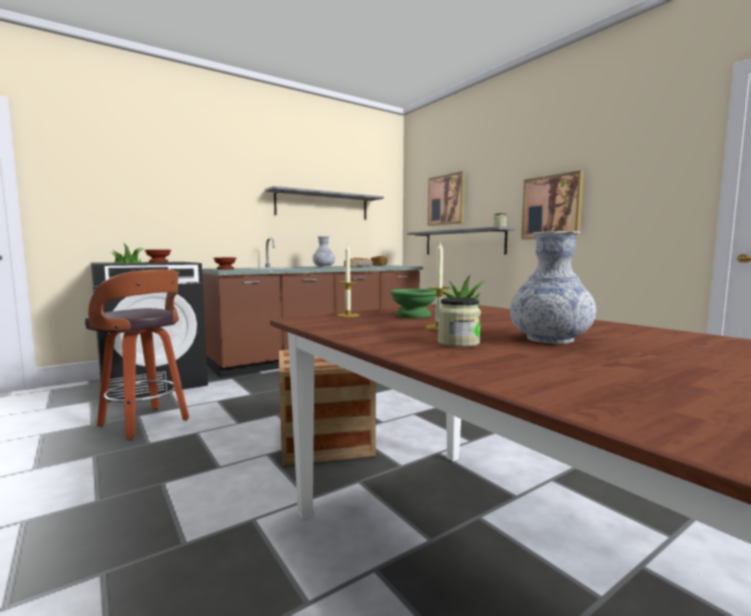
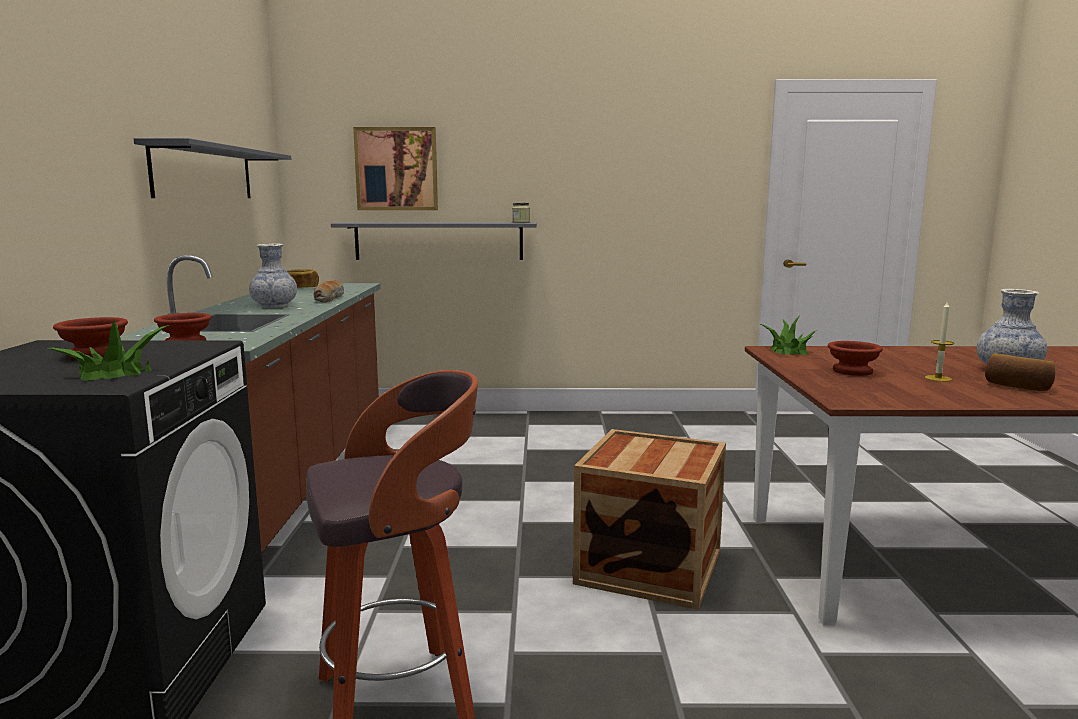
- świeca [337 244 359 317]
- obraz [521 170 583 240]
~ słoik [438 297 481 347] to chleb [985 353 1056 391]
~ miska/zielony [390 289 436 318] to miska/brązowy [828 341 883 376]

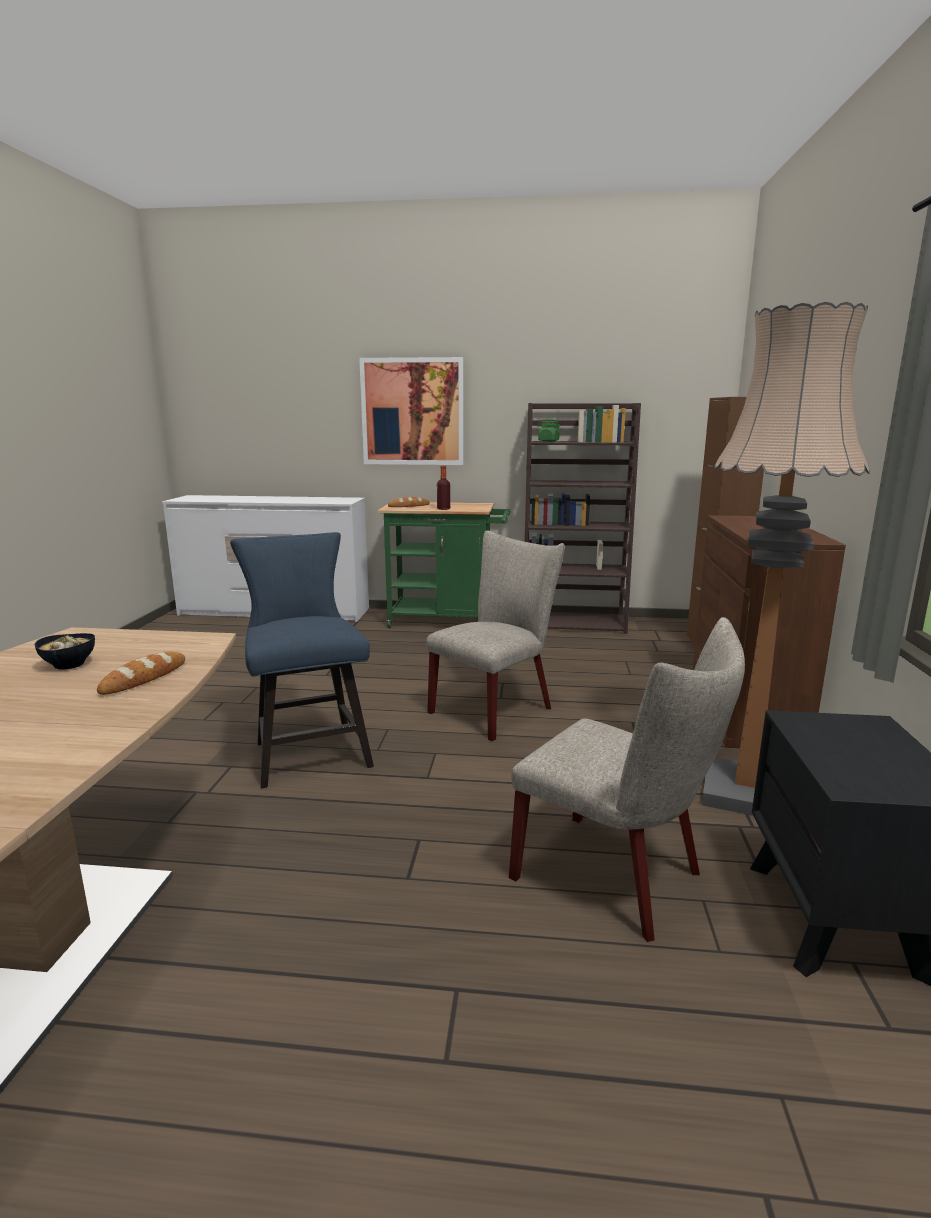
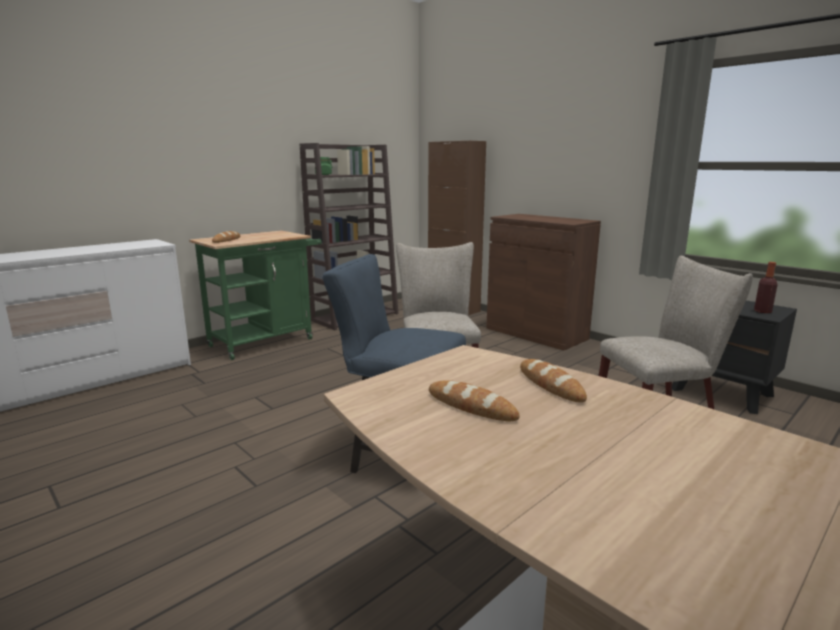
- obraz [359 357 464 465]
- lampa stojąca [702 302 870 816]
~ butelka [437 466 450 510] to [754 262 778 313]
~ miska [35 633 95 669] to chleb [429 380 520 421]

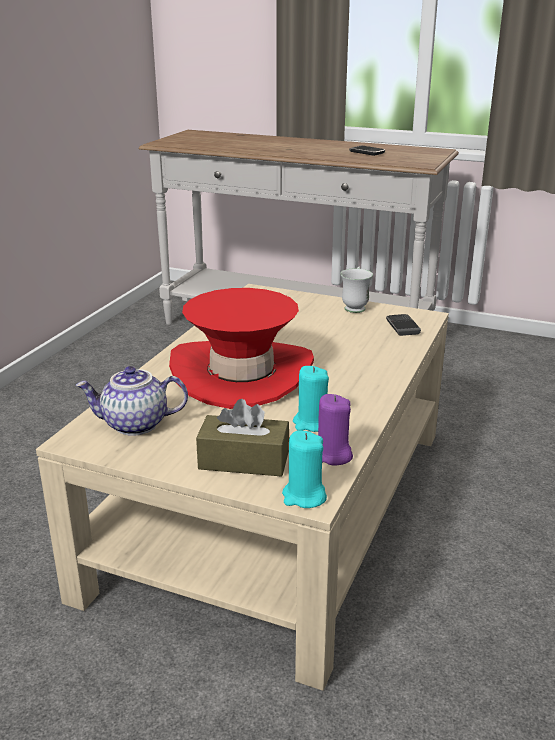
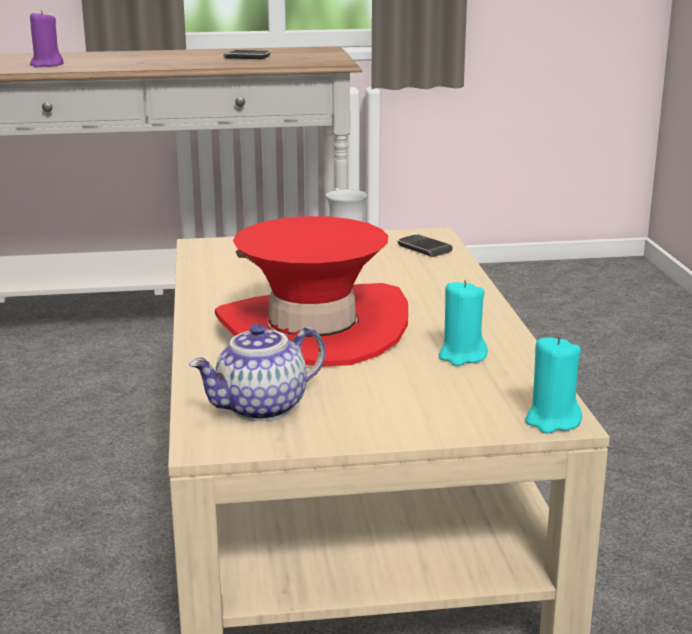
- pudełko chusteczek/brązowy [196 399 289 477]
~ świeca/fioletowy [318 394 353 465] to [30 10 64 67]

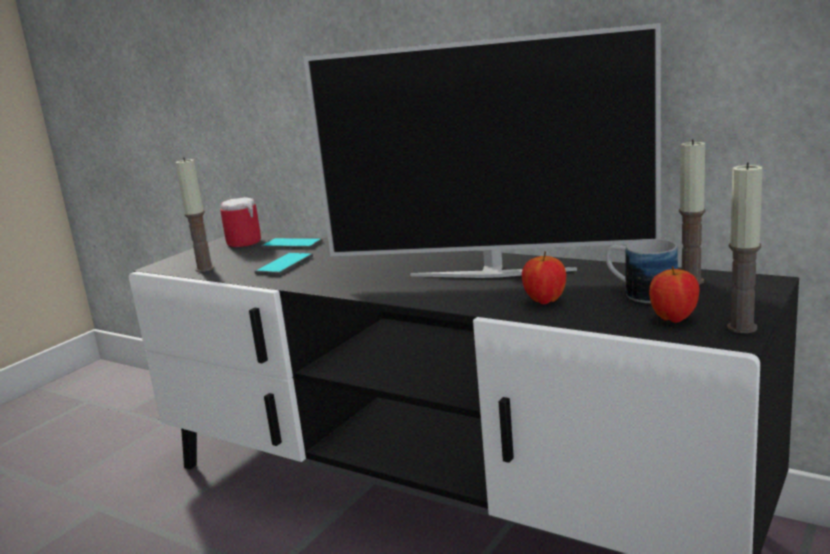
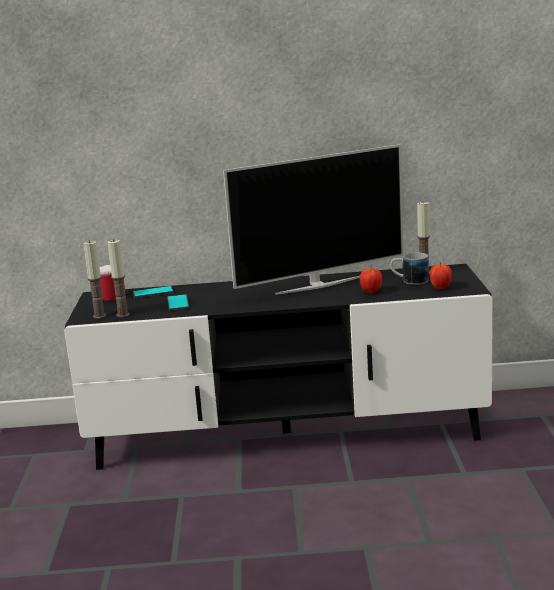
~ świeca [727 162 763 333] to [83 240 106 319]

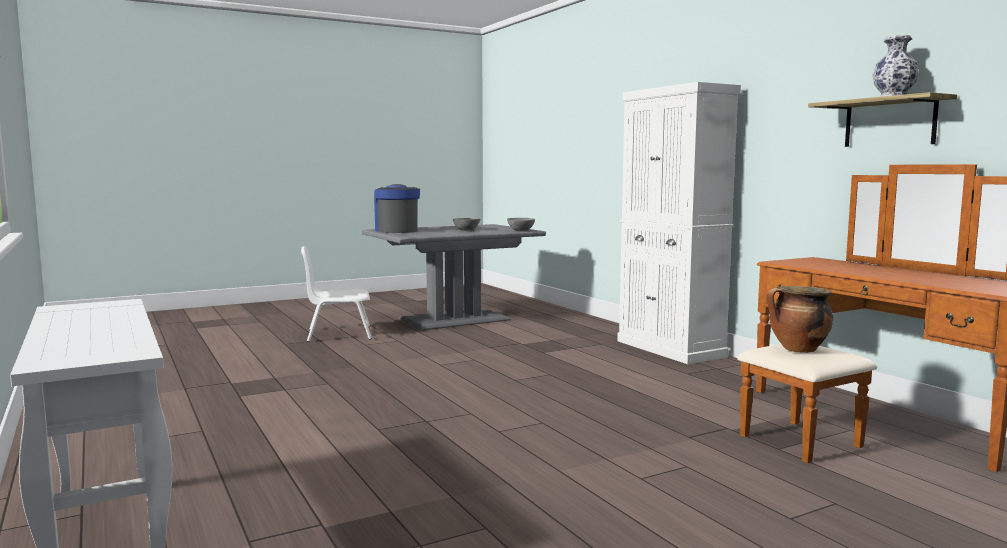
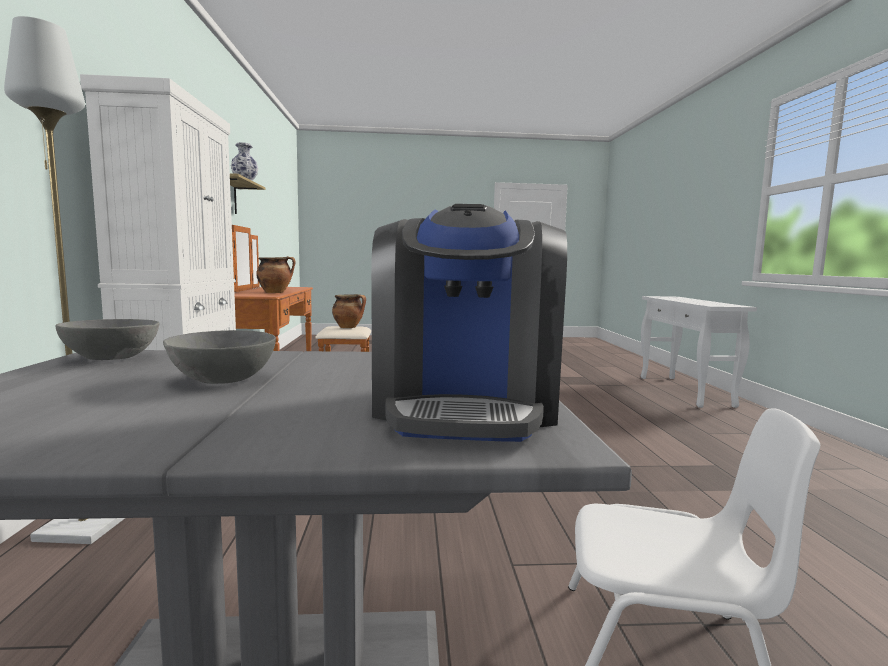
+ lampa stojąca/szary [4 16 125 544]
+ garnek [256 256 296 293]

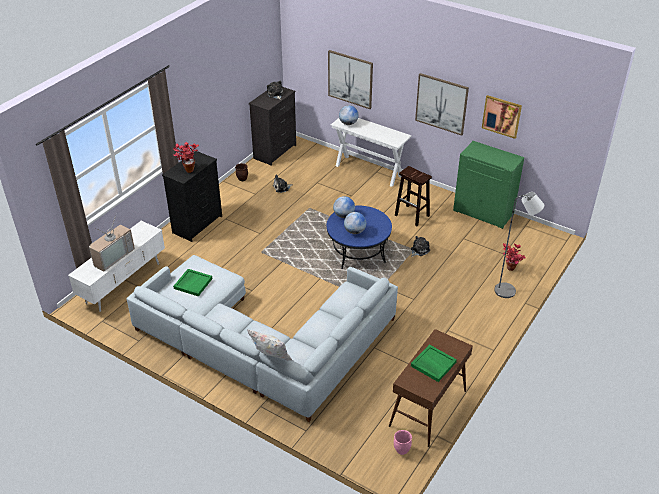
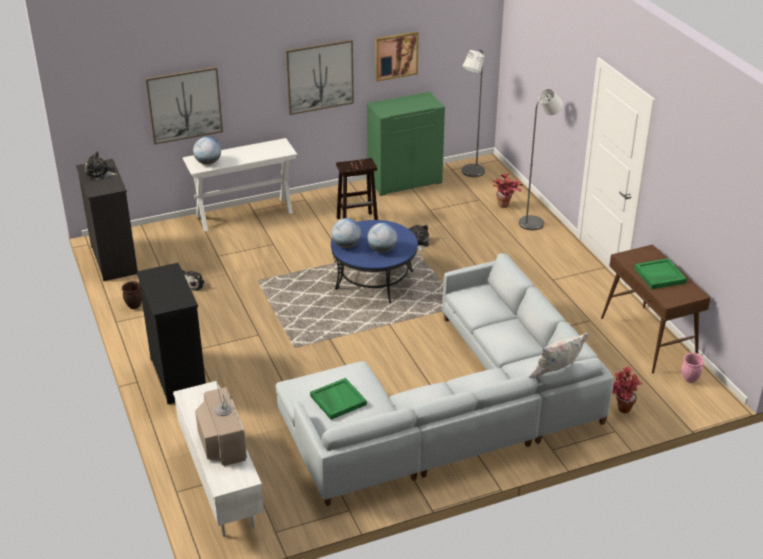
+ lampa stojąca/szary [462 50 485 177]
~ roślina doniczkowa [173 142 199 173] to [612 366 643 413]

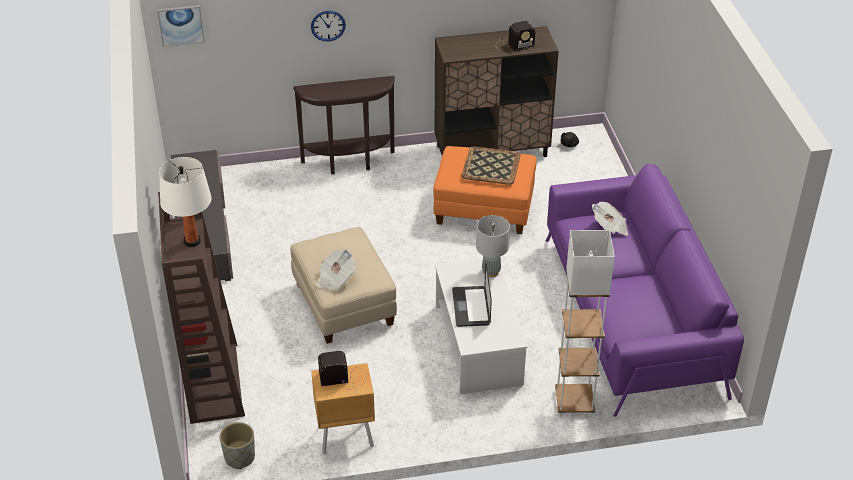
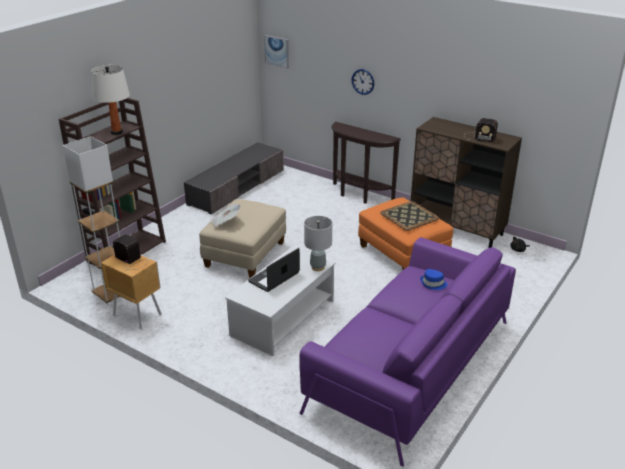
- donica/szary [220 422 255 469]
~ lampa stojąca/biały [555 230 615 415] to [63 136 120 306]
~ gazeta [592 202 628 236] to kapelusz/niebieski [420 269 448 290]

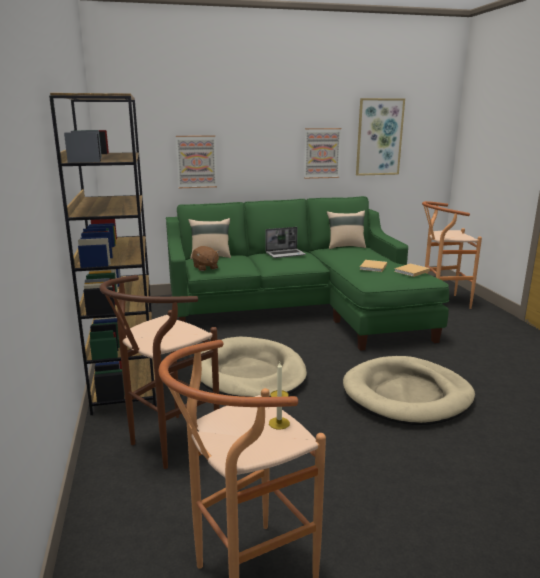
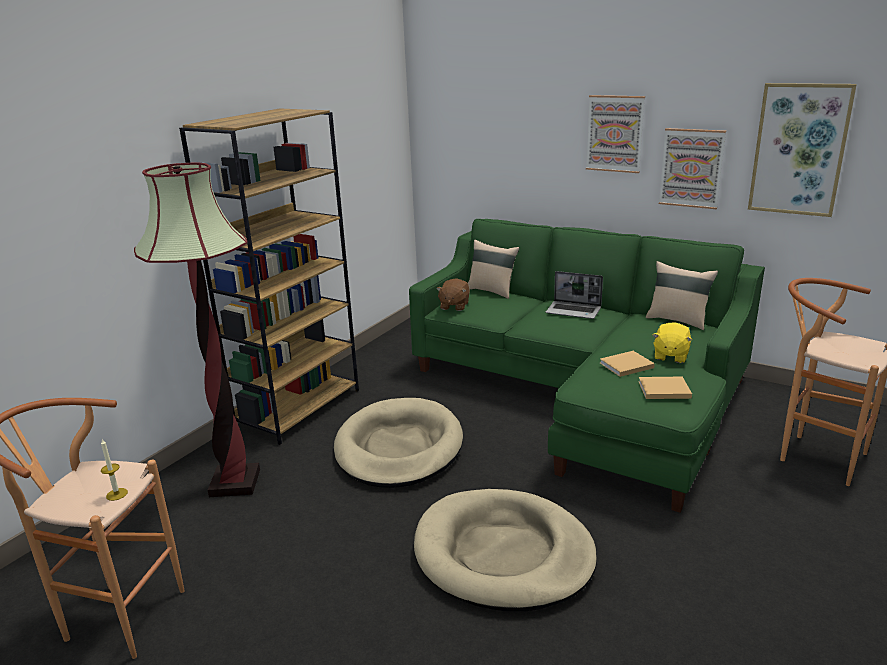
+ pluszak/żółty [653 322 693 363]
~ obraz [176 135 217 188] to [586 95 645 173]
~ stołek/brązowy [100 275 220 469] to lampa stojąca [134 163 260 497]

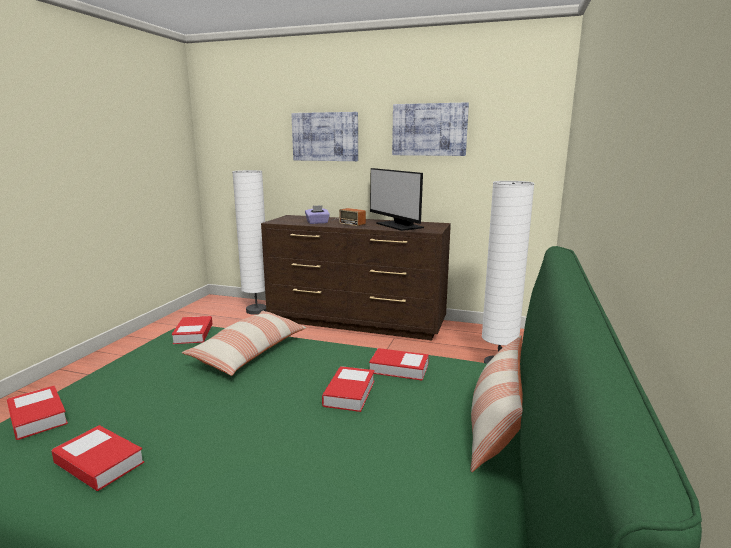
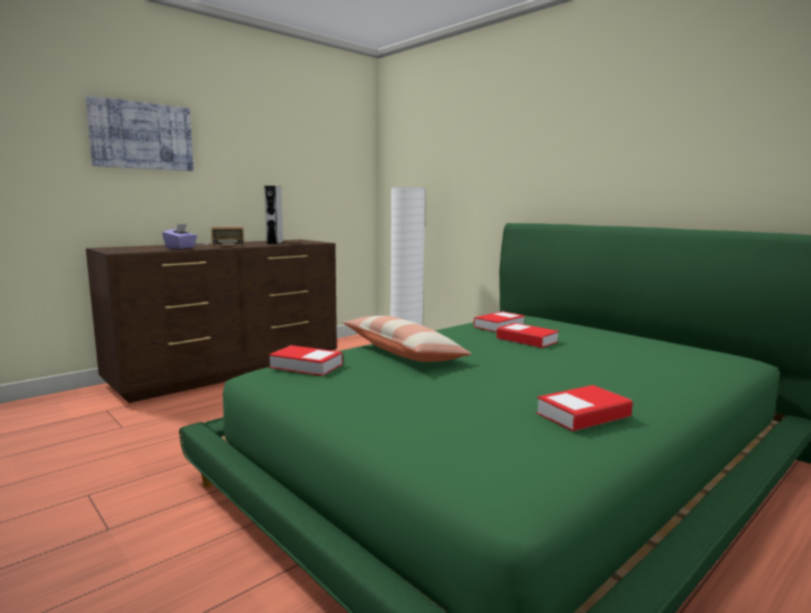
- książka [7 386 68 440]
- lampa stojąca/biały [232 170 266 315]
- obraz [392 102 469 156]
- poduszka [471 336 523 472]
~ monitor [370 168 424 231] to głośnik/szary [265 186 283 244]

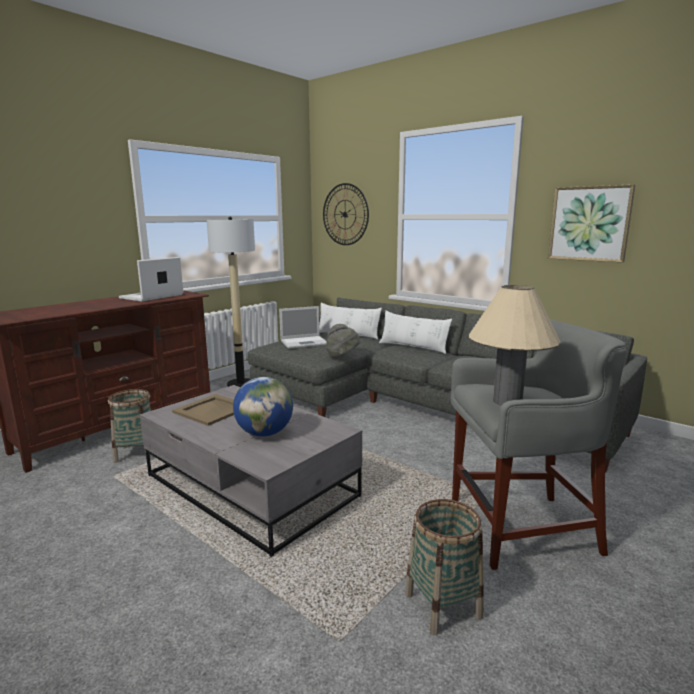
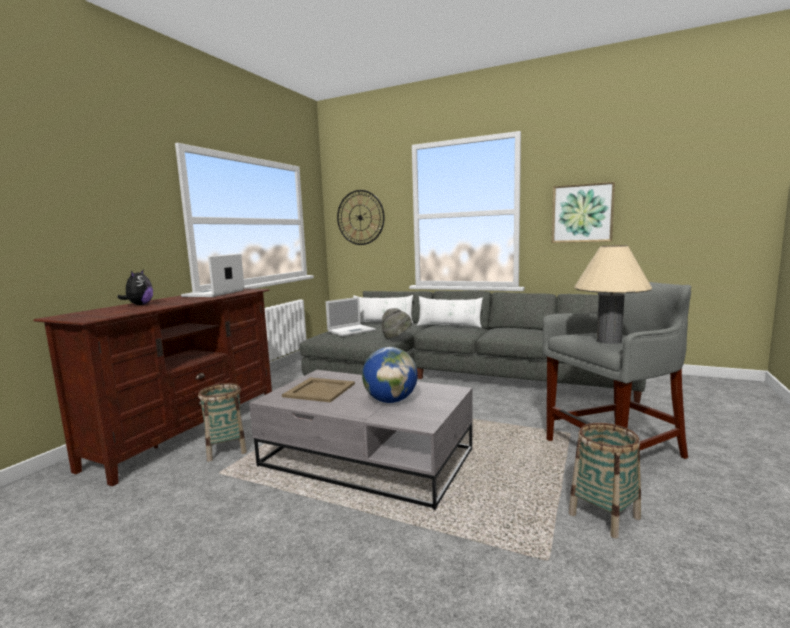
- lampa stojąca [207 216 255 387]
+ pluszak [117 270 153 305]

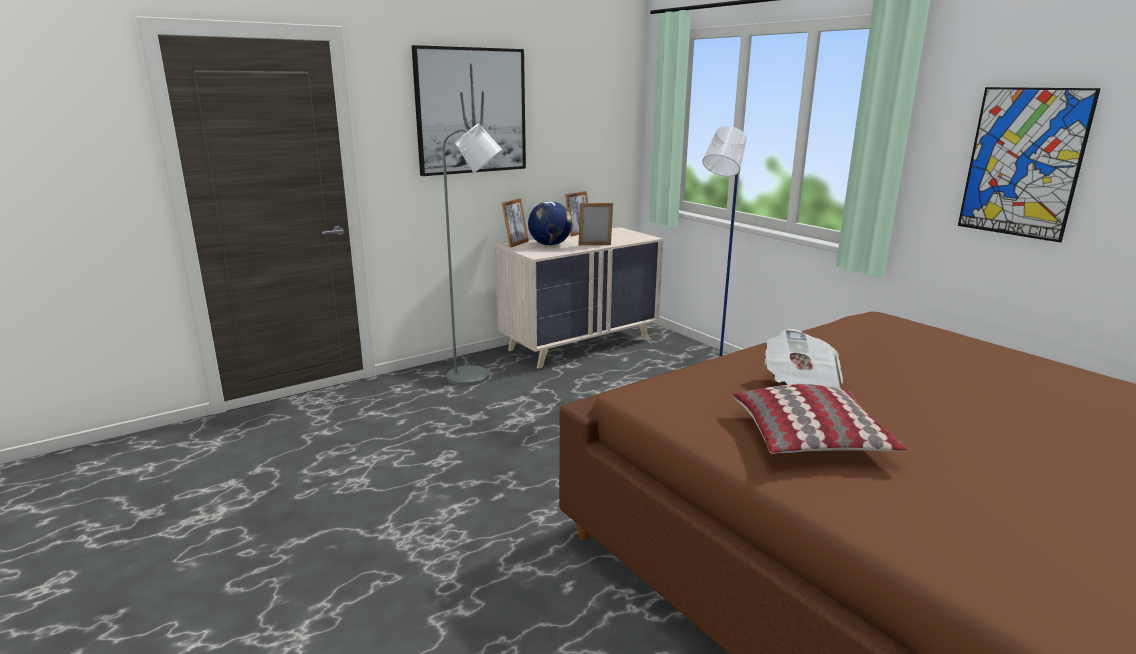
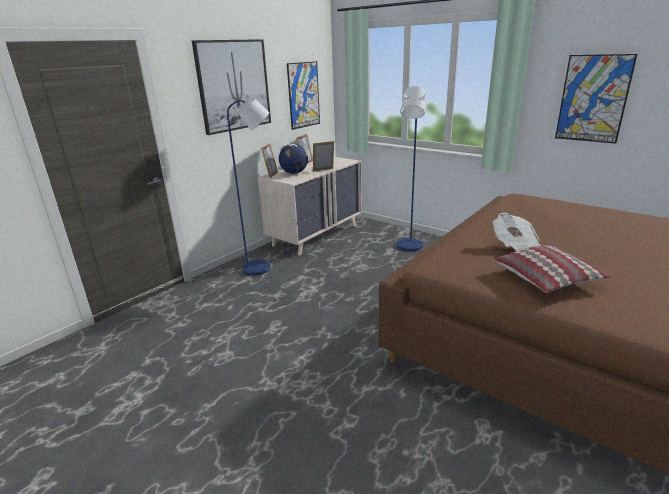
+ obraz [287 61 320 130]
~ lampa stojąca/szary [443 123 502 386] to lampa stojąca/niebieski [227 95 271 275]

